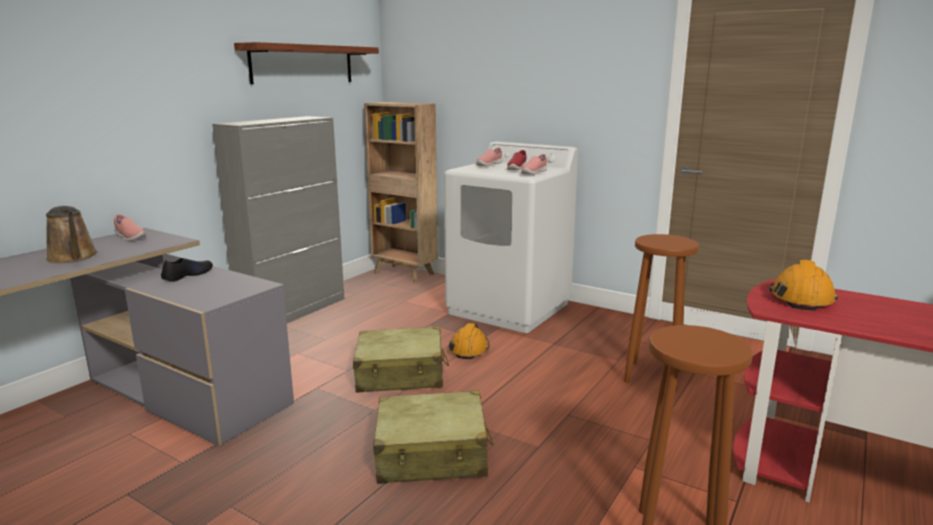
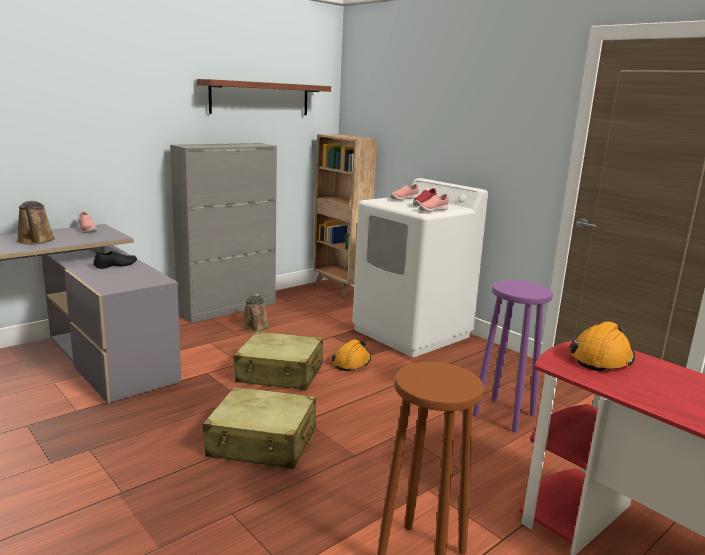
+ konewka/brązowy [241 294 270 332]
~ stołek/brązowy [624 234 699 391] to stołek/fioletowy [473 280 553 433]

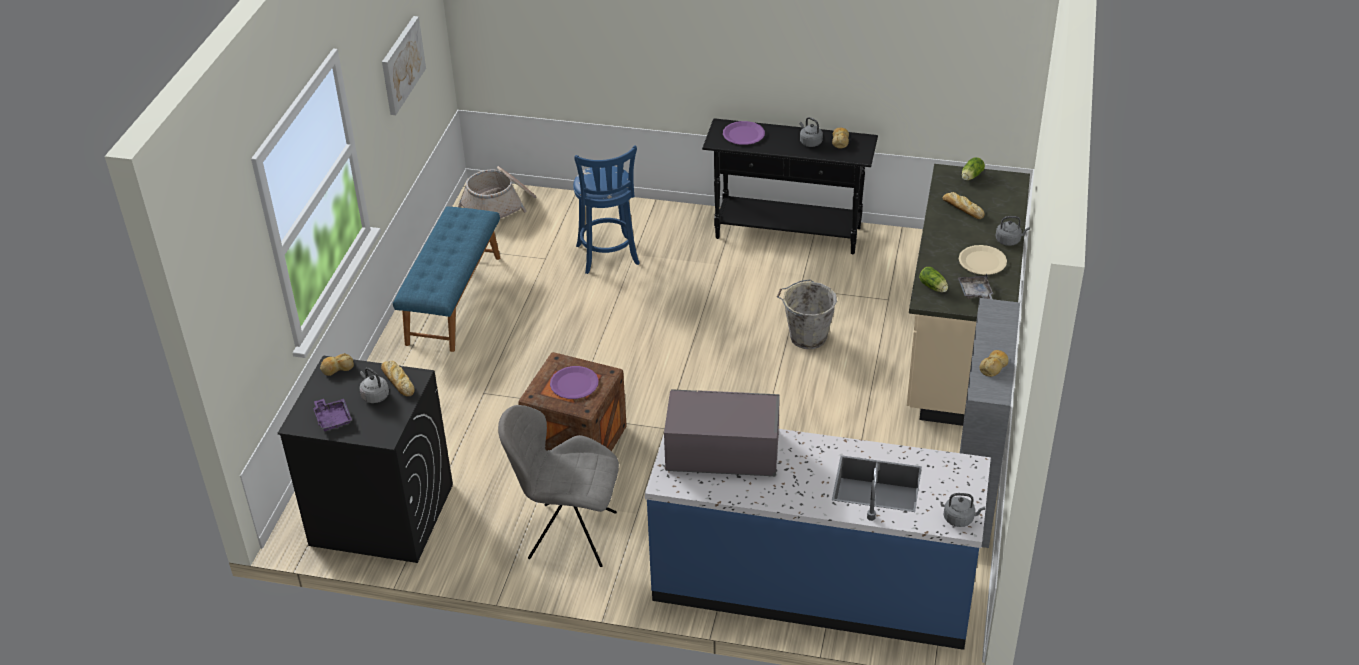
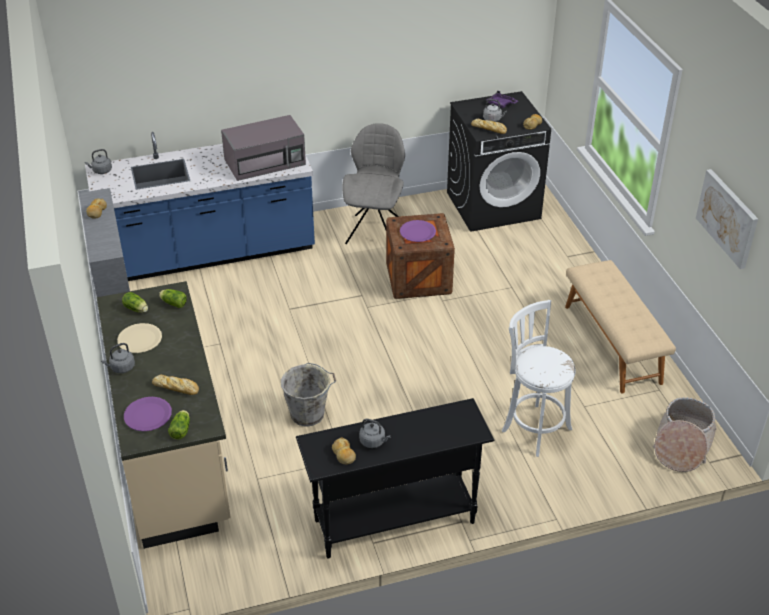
~ talerz/fioletowy [723 121 765 145] to [124 397 172 431]
~ taca/szary [958 274 993 299] to sałata [122 292 148 313]
~ ławka/niebieski [393 207 500 352] to ławka/beżowy [565 260 676 394]
~ stołek/niebieski [573 145 640 274] to stołek/biały [502 300 576 457]
~ krzesło/szary [498 405 619 567] = [342 123 405 244] 60 degrees counterclockwise

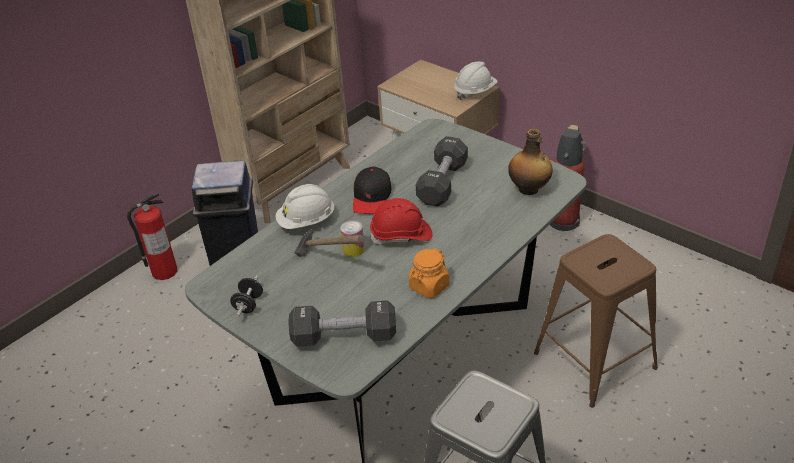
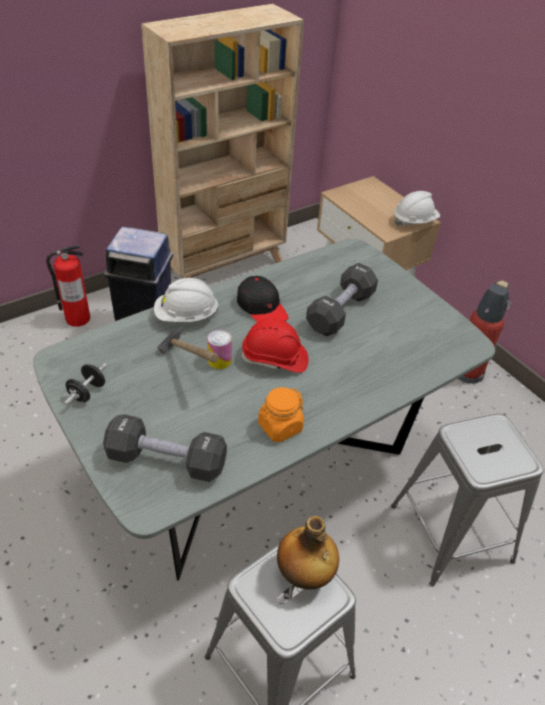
~ butelka [508 129 553 195] to [277 516 339 590]
~ stołek/brązowy [534 234 658 408] to stołek/szary [391 414 544 587]
~ czapka z daszkiem/czarny [353 167 392 214] = [237 276 288 322] 60 degrees counterclockwise

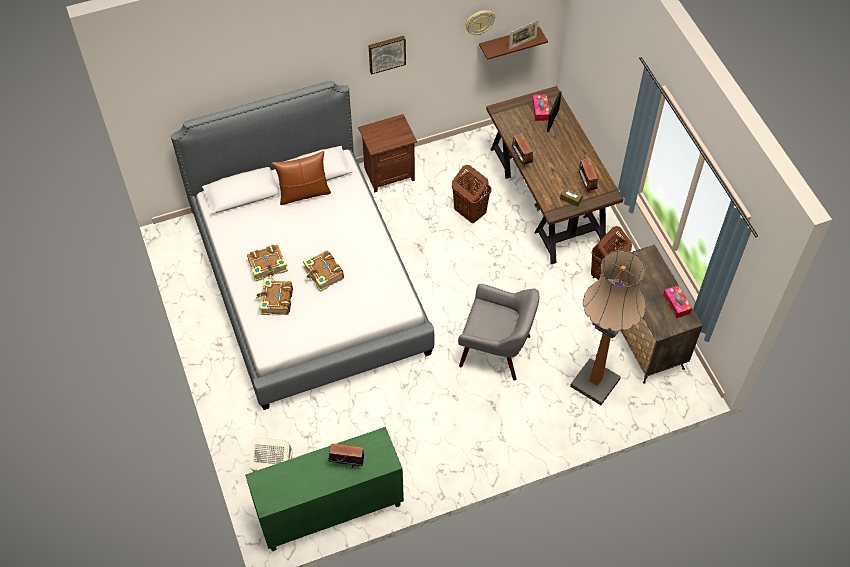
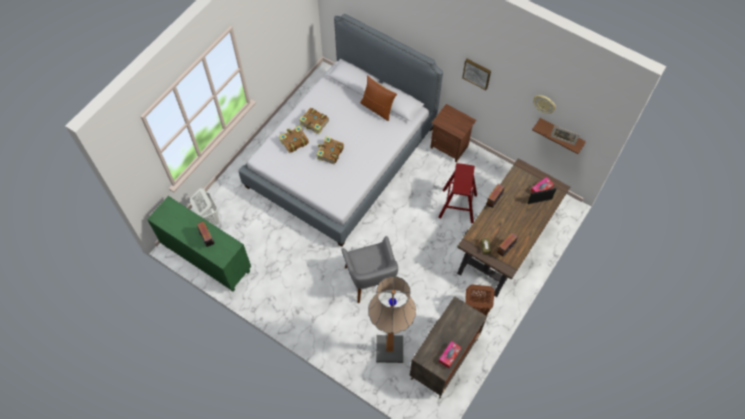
~ kosz na pranie/brązowy [452 165 491 223] to stołek/czerwony [438 163 477 223]

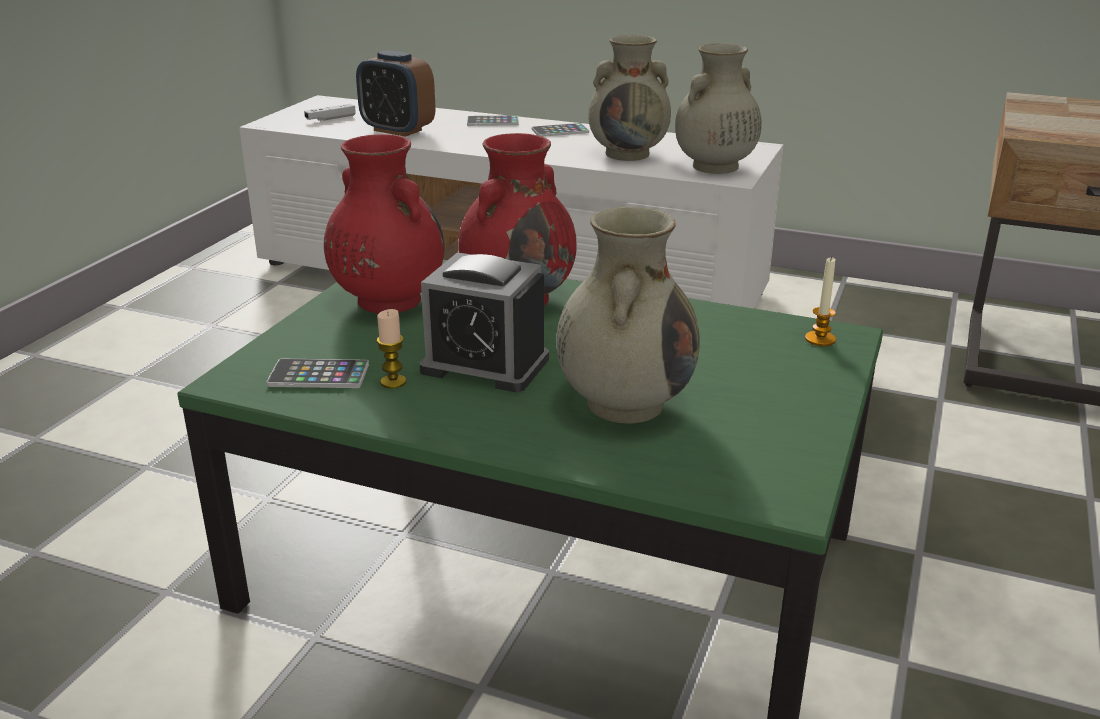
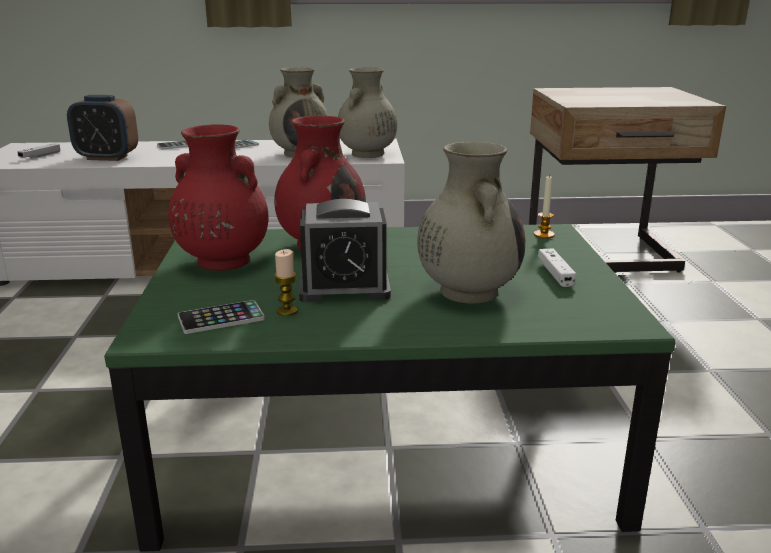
+ pad do gier/biały [538 249 576 287]

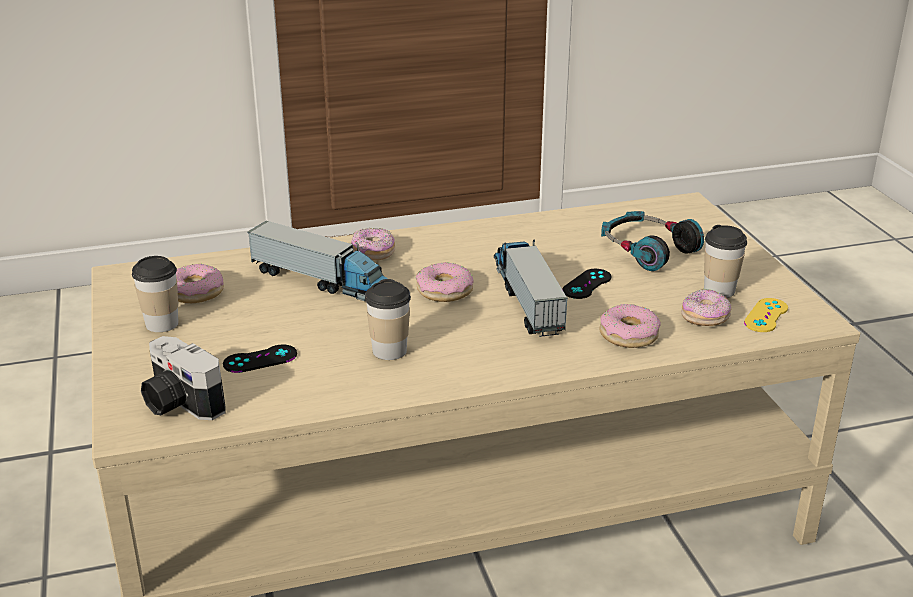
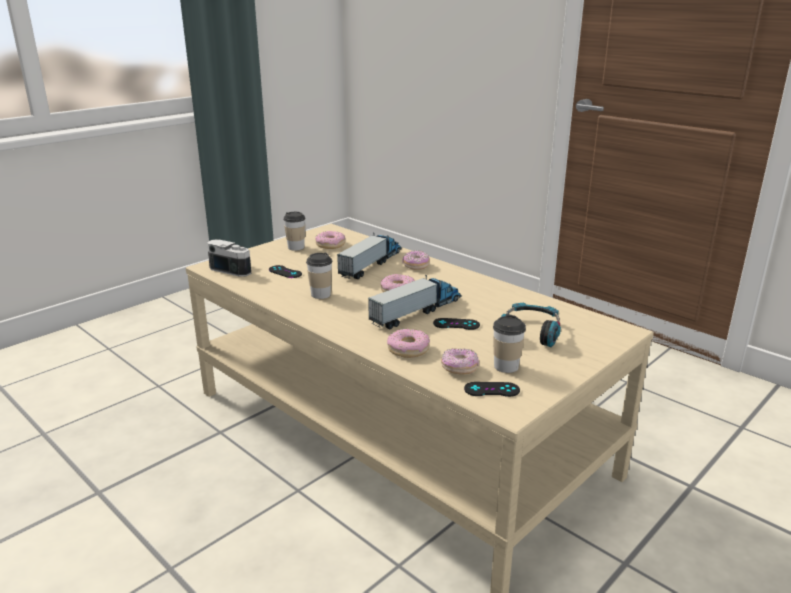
~ pad do gier/żółty [744 298 788 332] to pad do gier/czarny [464 382 520 397]
~ aparat fotograficzny [141 336 225 420] = [207 239 251 277] 105 degrees clockwise
~ ciężarówka zabawkowa [248 221 388 301] = [337 232 402 279] 150 degrees counterclockwise

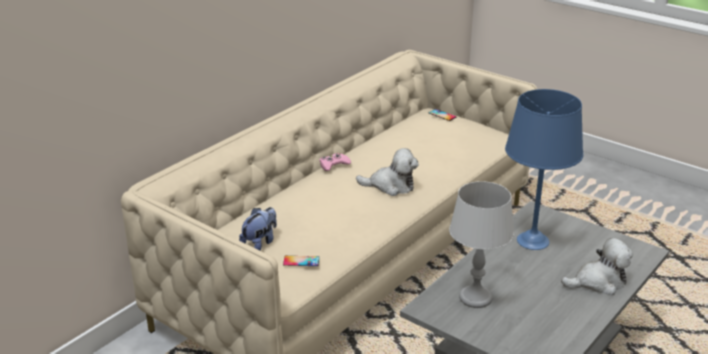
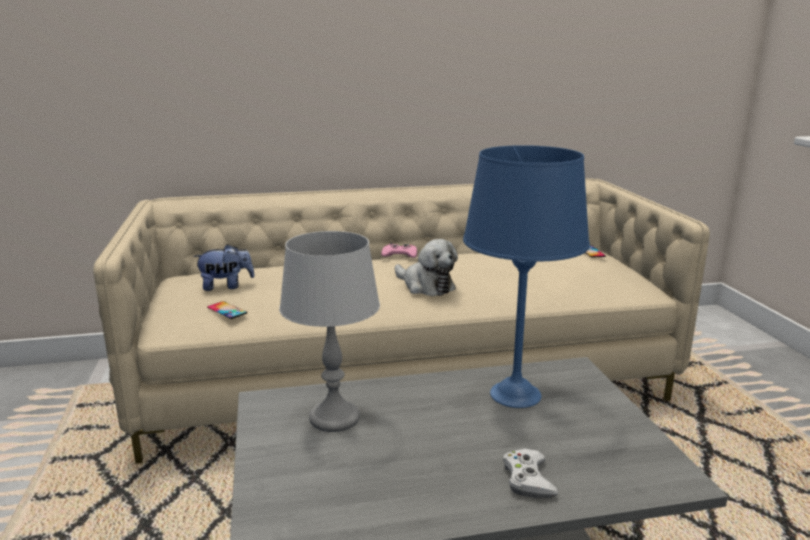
~ pluszak [561 237 633 295] to pad do gier/biały [503 449 558 499]

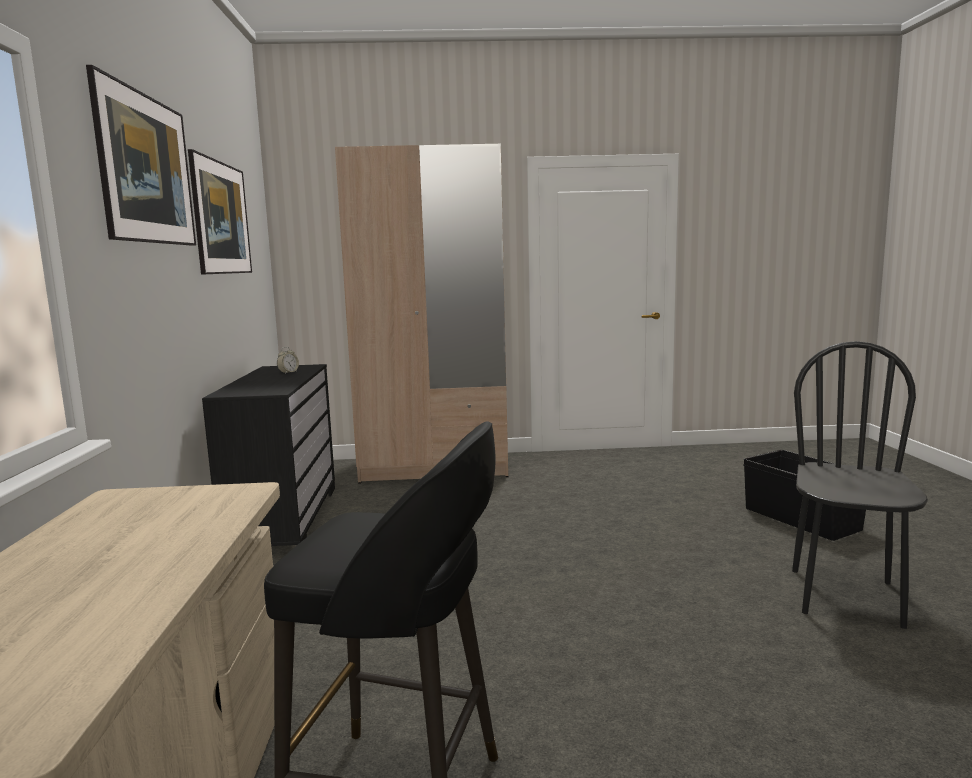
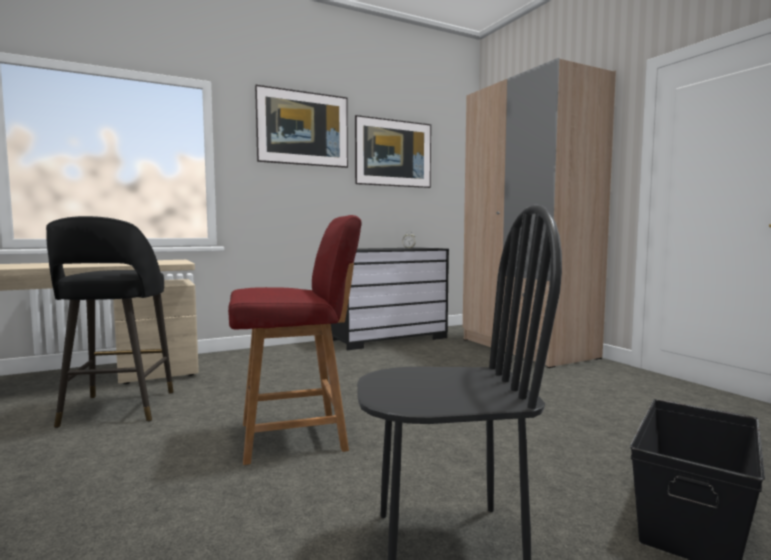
+ krzesło/czerwony [228 215 362 465]

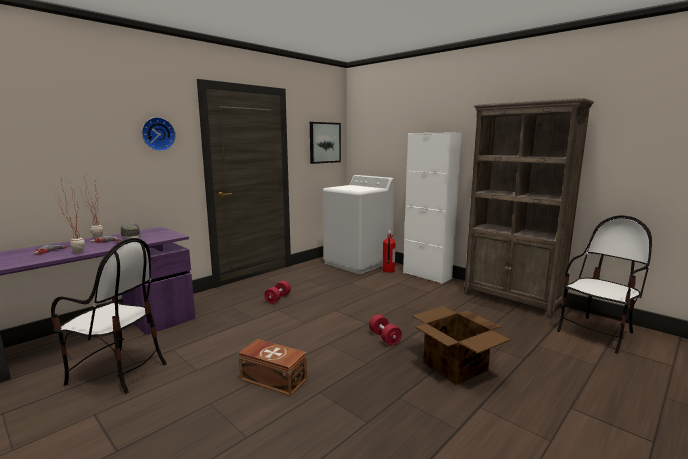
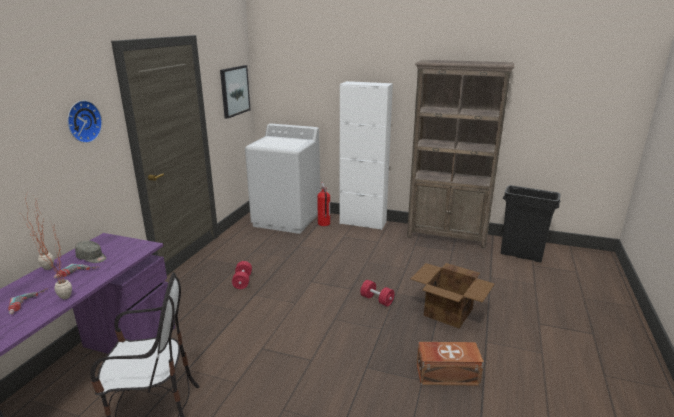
~ pojemnik do przechowywania/brązowy [238 339 307 396] to [417 342 484 386]
~ krzesło [557 215 652 353] to kosz na śmieci/czarny [501 185 561 263]

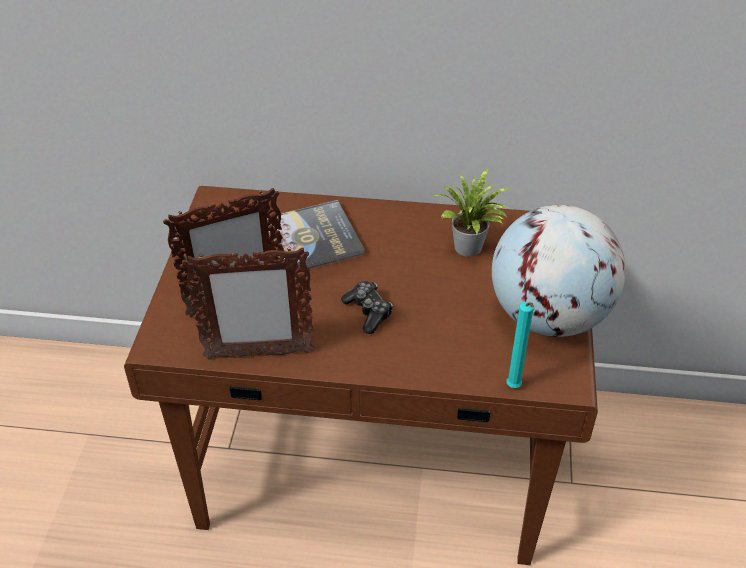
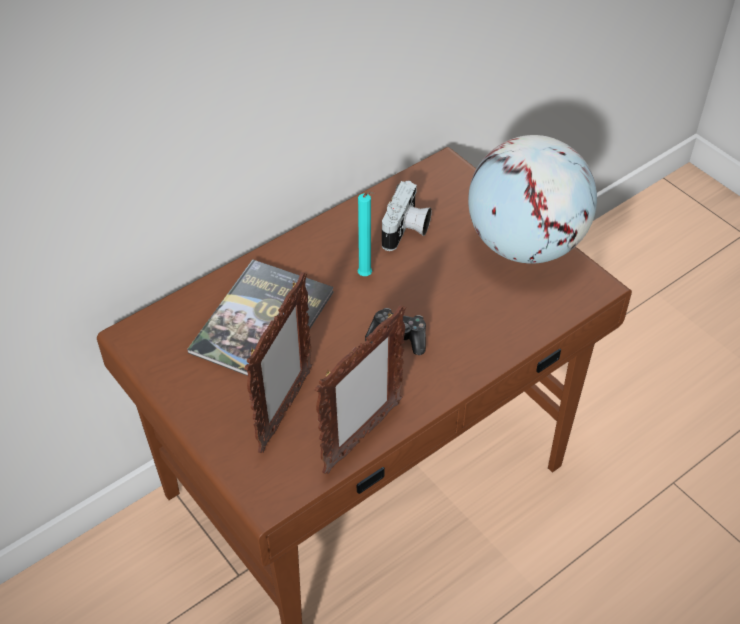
~ świeca/turkusowy [506 302 534 388] to [358 191 376 276]
~ roślina doniczkowa [434 168 514 257] to aparat fotograficzny [382 181 432 251]

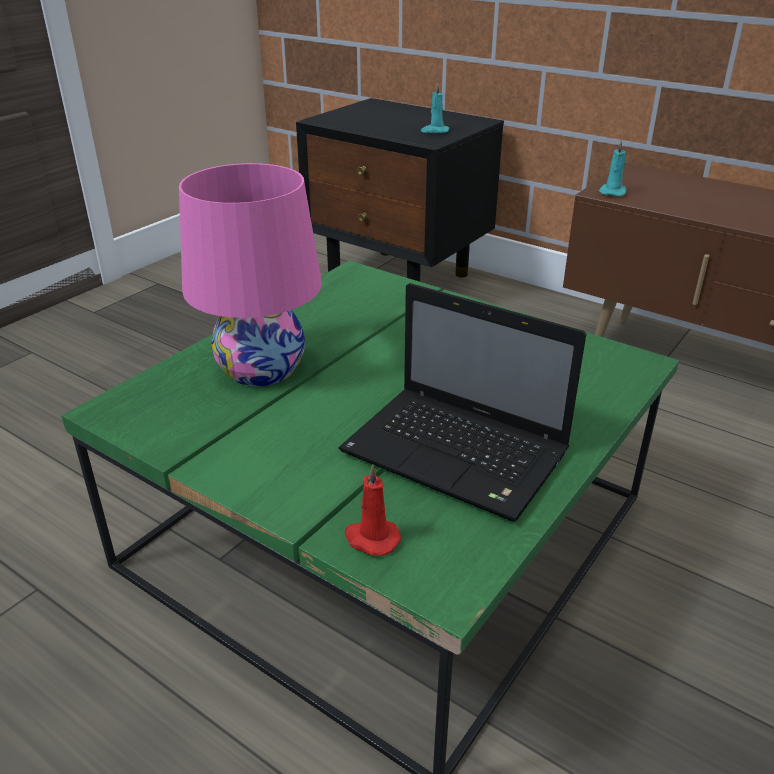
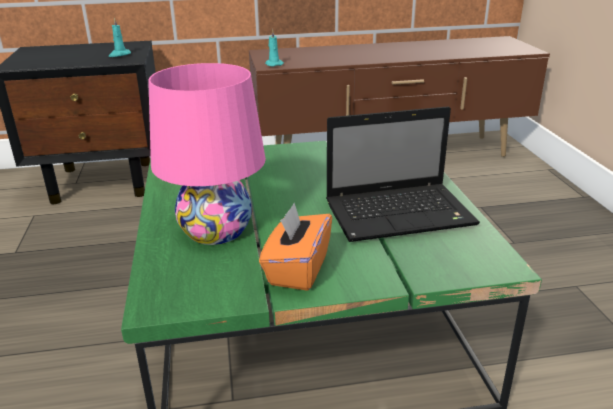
- świeca/czerwony [345 464 401 556]
+ pudełko chusteczek/pomarańczowy [259 203 332 291]

